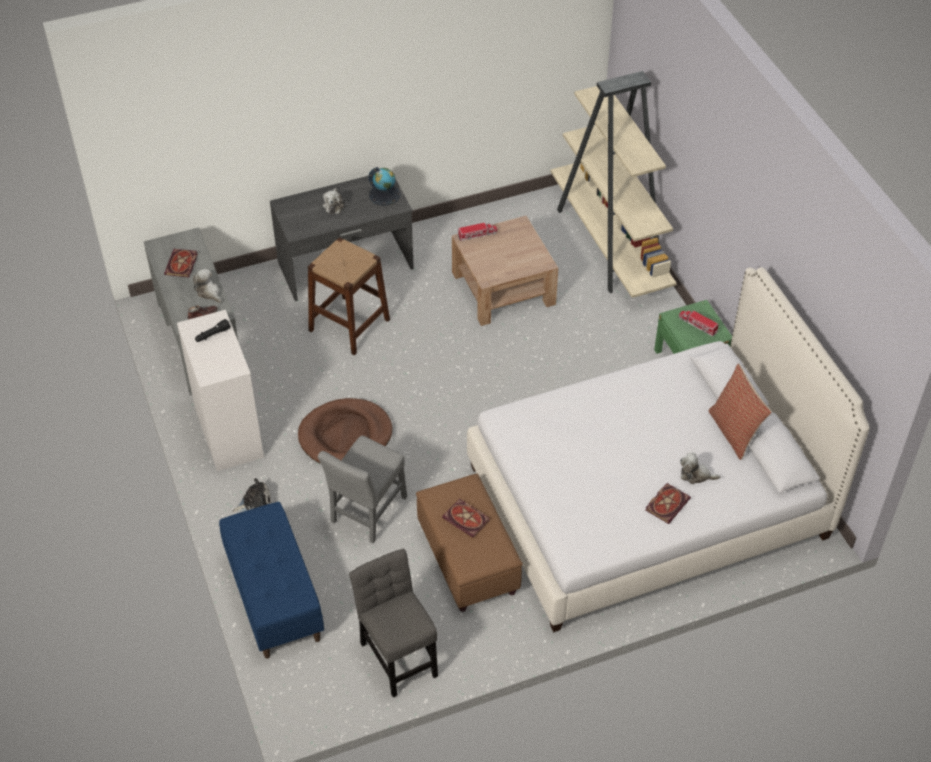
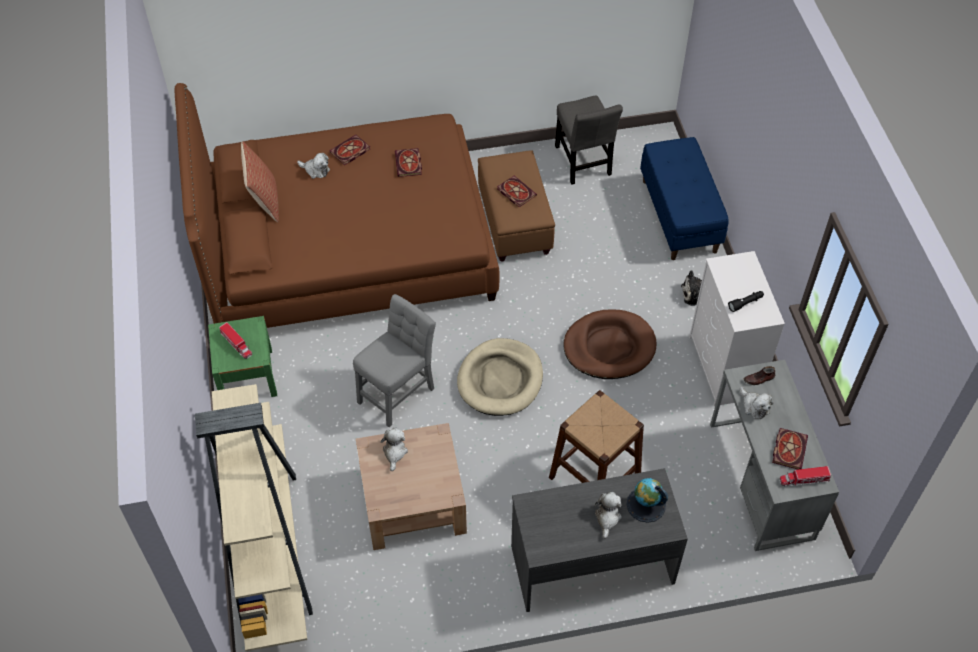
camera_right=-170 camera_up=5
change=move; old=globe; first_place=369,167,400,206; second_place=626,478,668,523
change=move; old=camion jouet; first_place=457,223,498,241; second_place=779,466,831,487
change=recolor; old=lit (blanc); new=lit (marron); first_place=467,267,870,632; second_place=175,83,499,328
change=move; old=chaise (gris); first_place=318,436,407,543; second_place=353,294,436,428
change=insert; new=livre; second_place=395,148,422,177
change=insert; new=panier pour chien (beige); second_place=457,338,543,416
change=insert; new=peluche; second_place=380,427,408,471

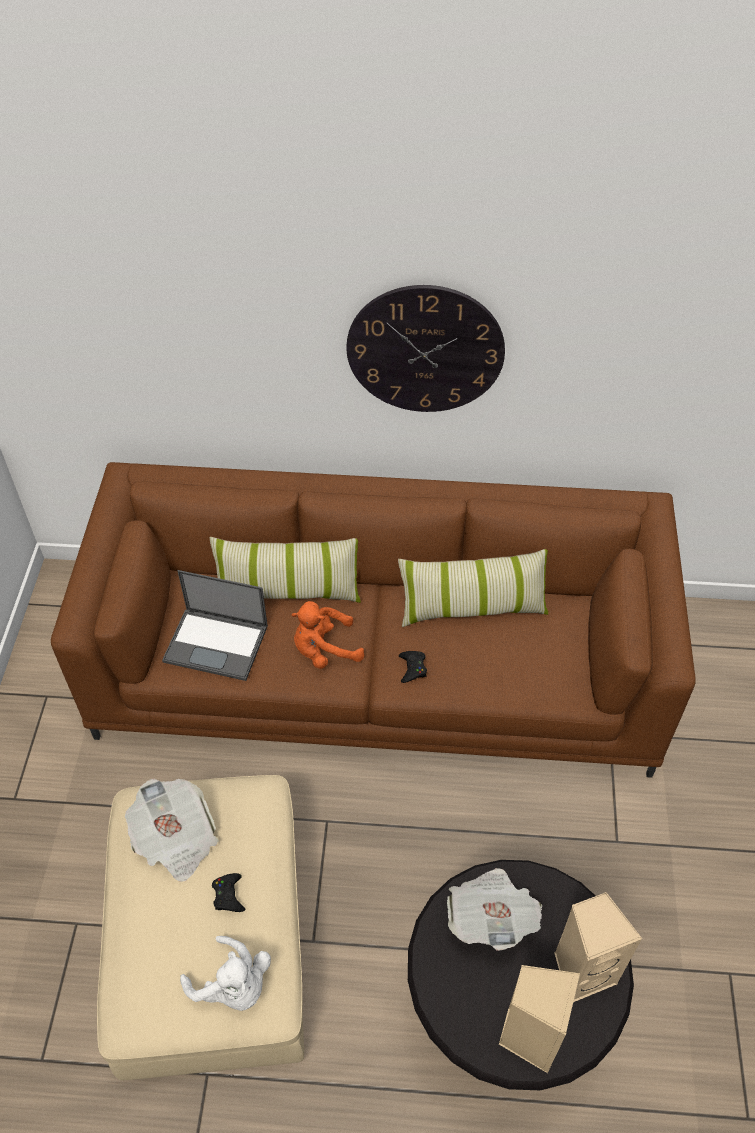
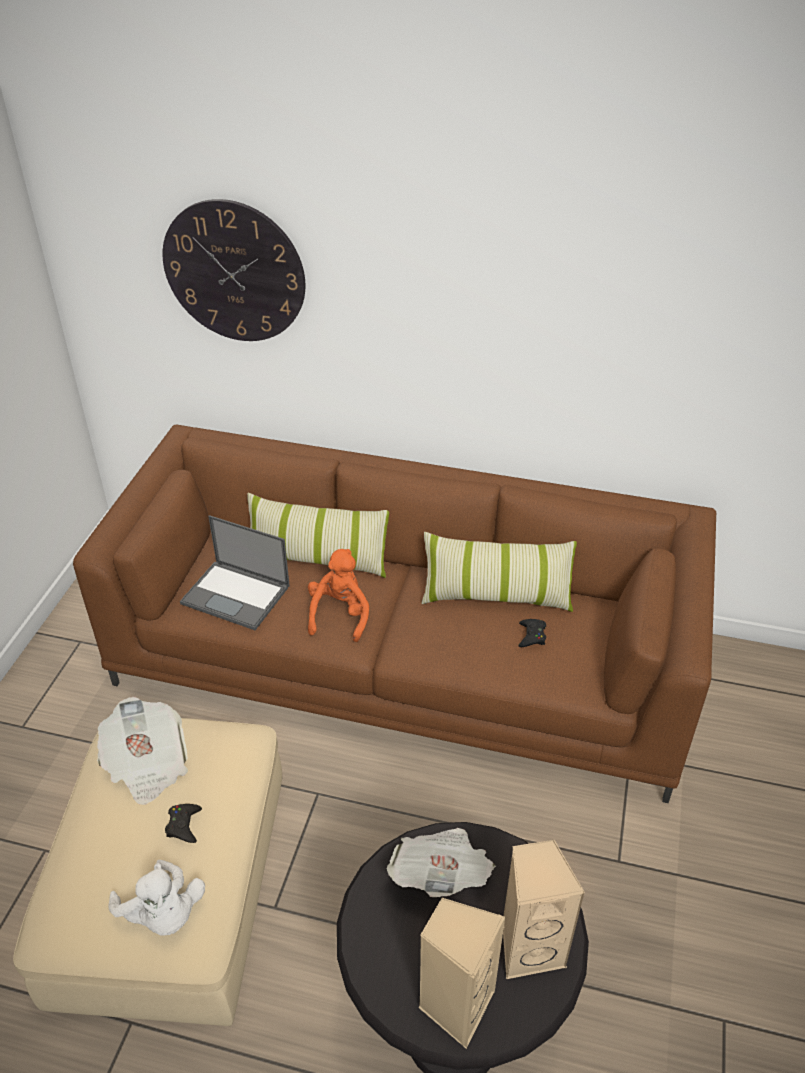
camera_right=10 camera_up=-10
change=move; old=horloge murale; first_place=346,285,505,412; second_place=163,199,305,341
change=rotate; old=peluche (orange); first_place=292,601,365,669; second_place=308,549,369,642; degrees=105
change=move; old=manette (noir); first_place=399,651,427,683; second_place=518,619,546,647

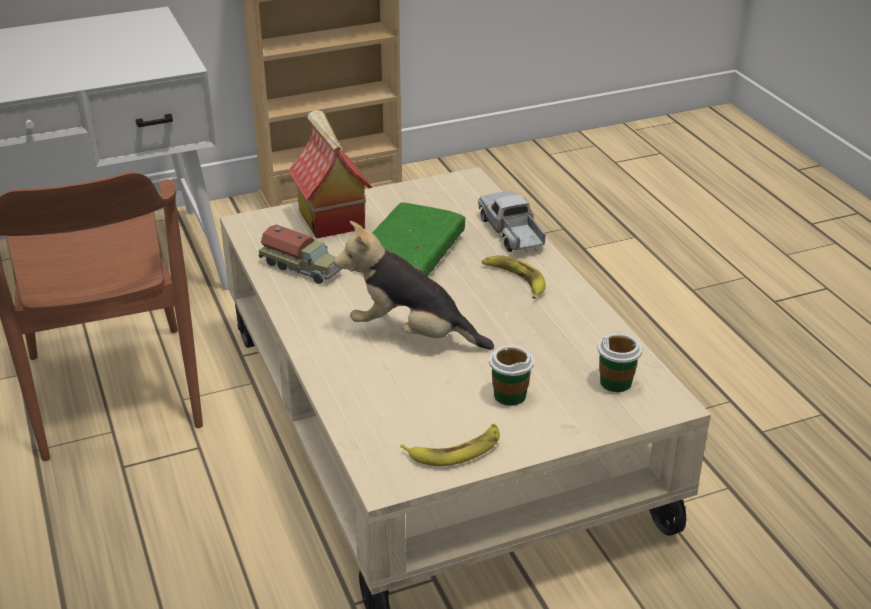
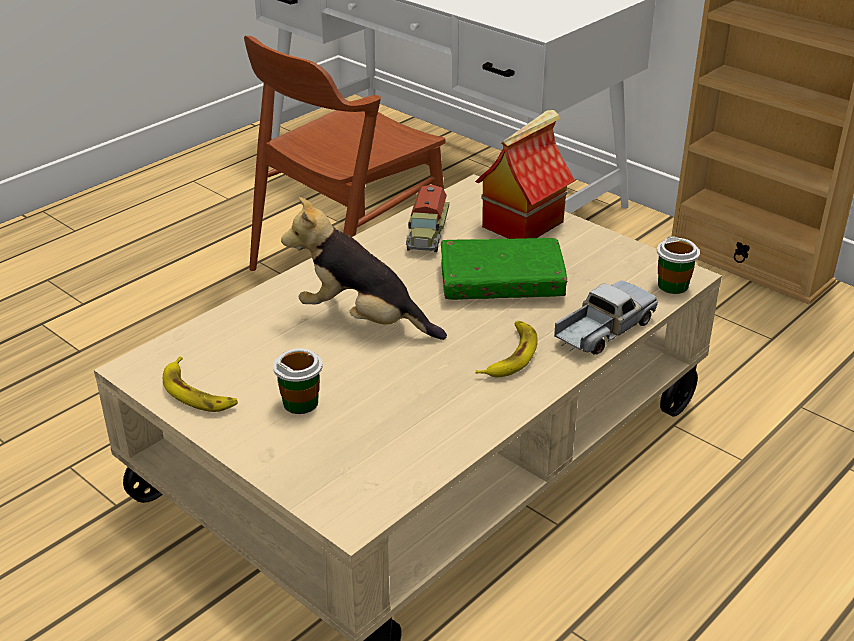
camera_right=65 camera_up=0
change=rotate; old=peluche; first_place=334,221,494,350; second_place=281,197,447,340; degrees=-60
change=move; old=tasse; first_place=597,333,643,392; second_place=657,236,700,294

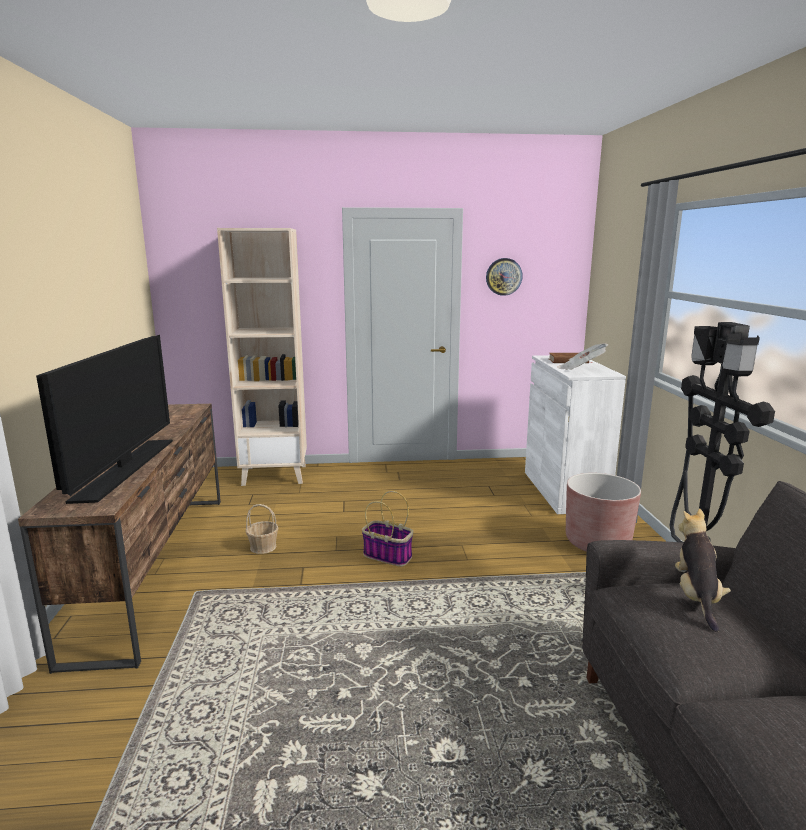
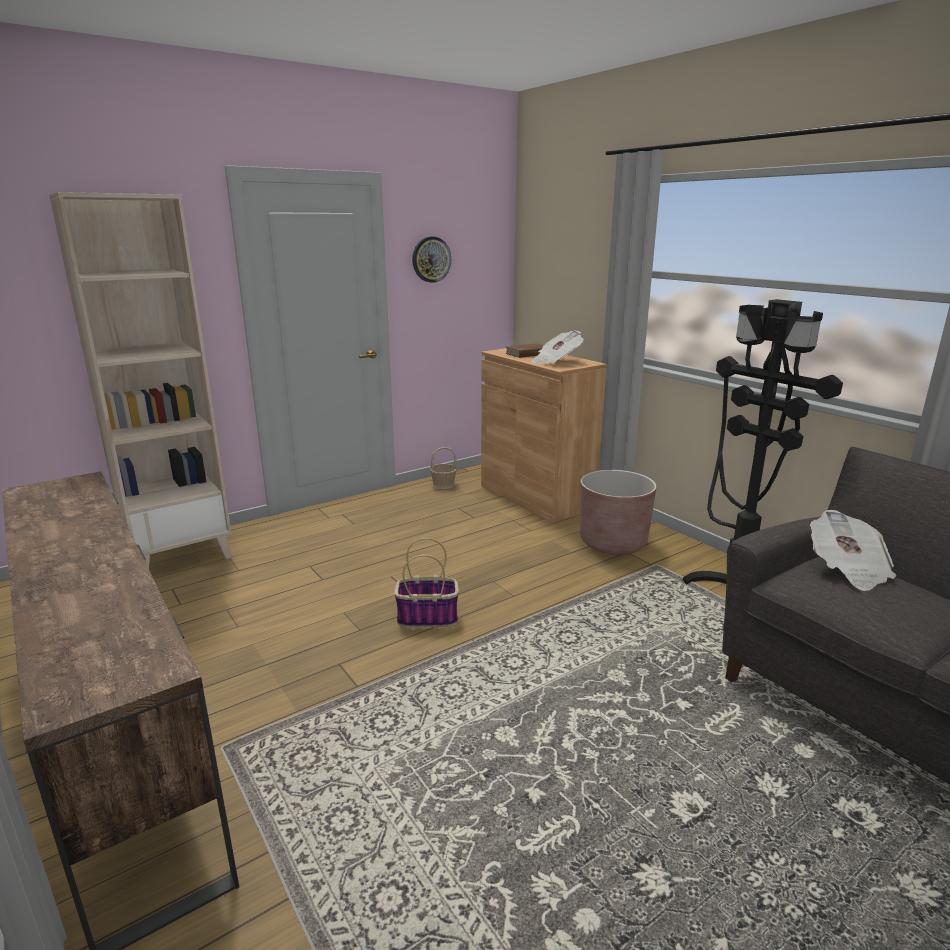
camera_right=-30 camera_up=5
change=delete; old=téléviseur; first_place=36,335,173,504
change=recolor; old=meuble de rangement (blanc); new=meuble de rangement (marron); first_place=525,355,626,514; second_place=481,348,607,523
change=move; old=panier; first_place=245,504,279,554; second_place=430,447,457,489
change=replace; old=peluche; new=journal; first_place=675,508,731,632; second_place=810,510,896,591

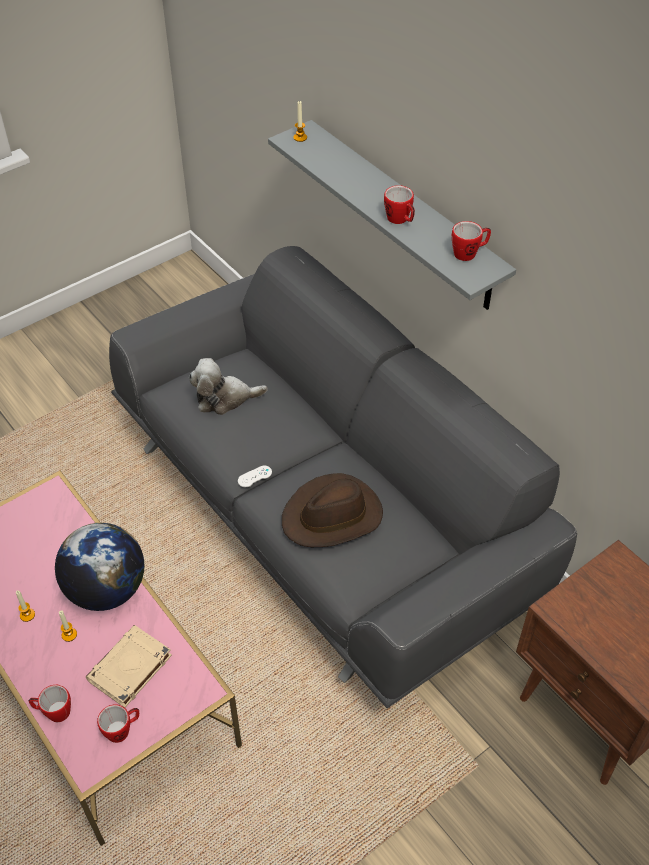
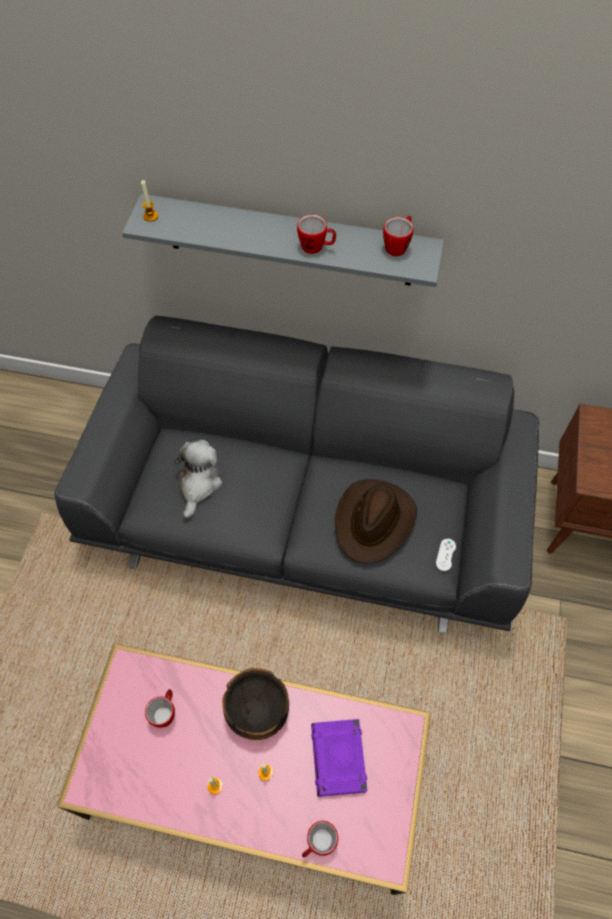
camera_right=-40 camera_up=10
change=rotate; old=peluche; first_place=189,358,268,415; second_place=173,439,223,519; degrees=150
change=move; old=manette (blanc); first_place=238,466,272,487; second_place=436,539,456,571
change=replace; old=globe; new=bol; first_place=55,523,144,611; second_place=222,668,289,740
change=recolor; old=livre (beige); new=livre (violet); first_place=86,625,172,708; second_place=311,719,368,797
change=move; old=mug; first_place=97,705,139,743; second_place=145,689,175,728

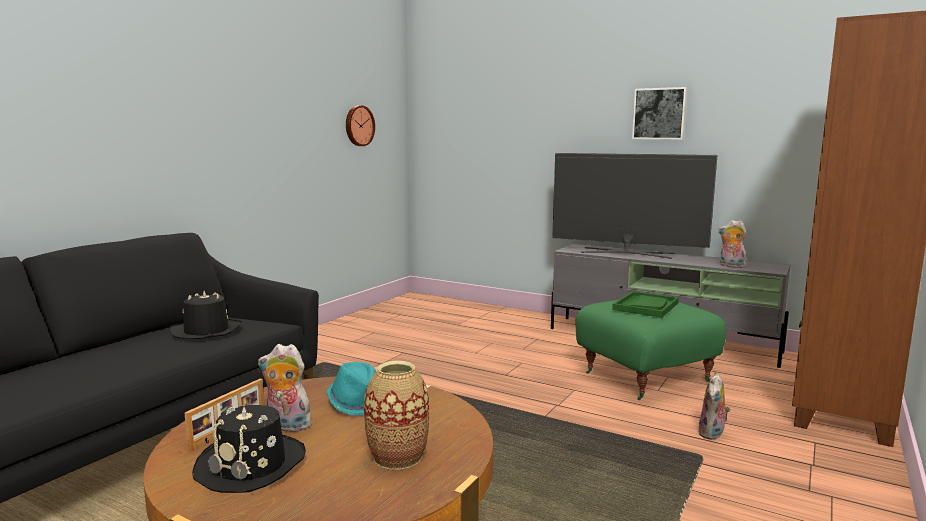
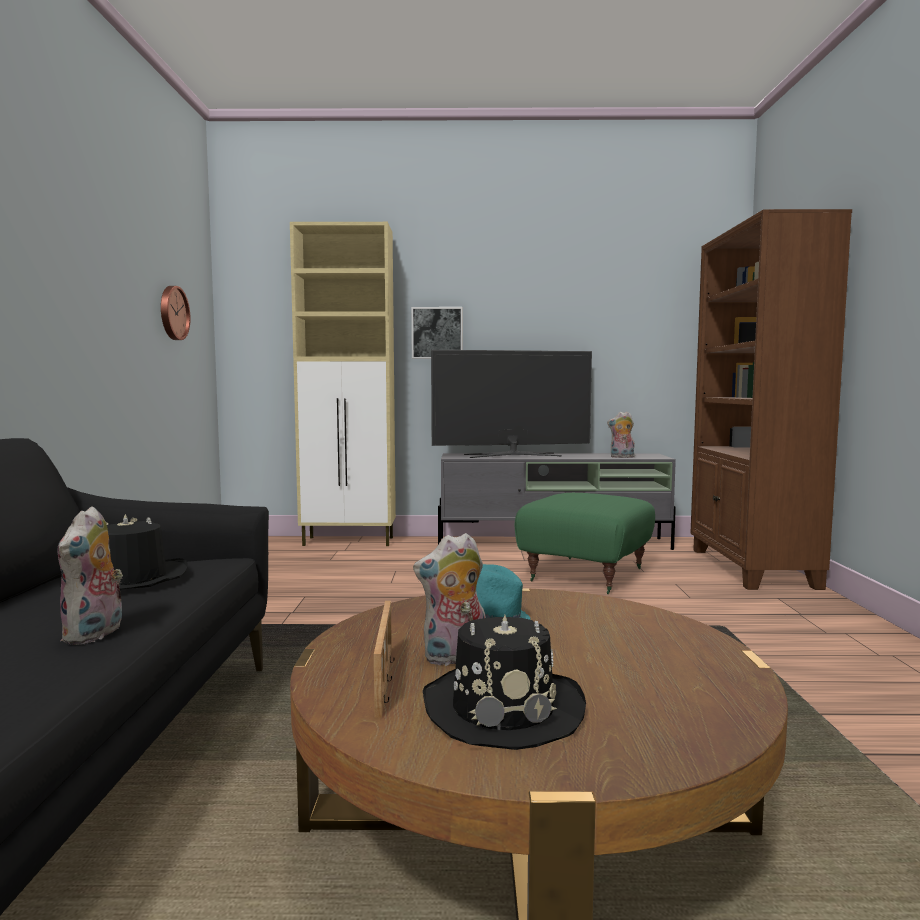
camera_right=-30 camera_up=-5
change=move; old=tableau; first_place=632,87,687,139; second_place=411,307,463,359
change=delete; old=plateau (vert); first_place=612,291,679,318
change=delete; old=vase; first_place=364,361,430,470
change=move; old=peluche; first_place=698,374,730,440; second_place=57,506,123,645
change=insert; new=meuble de rangement (beige); second_place=290,222,396,546

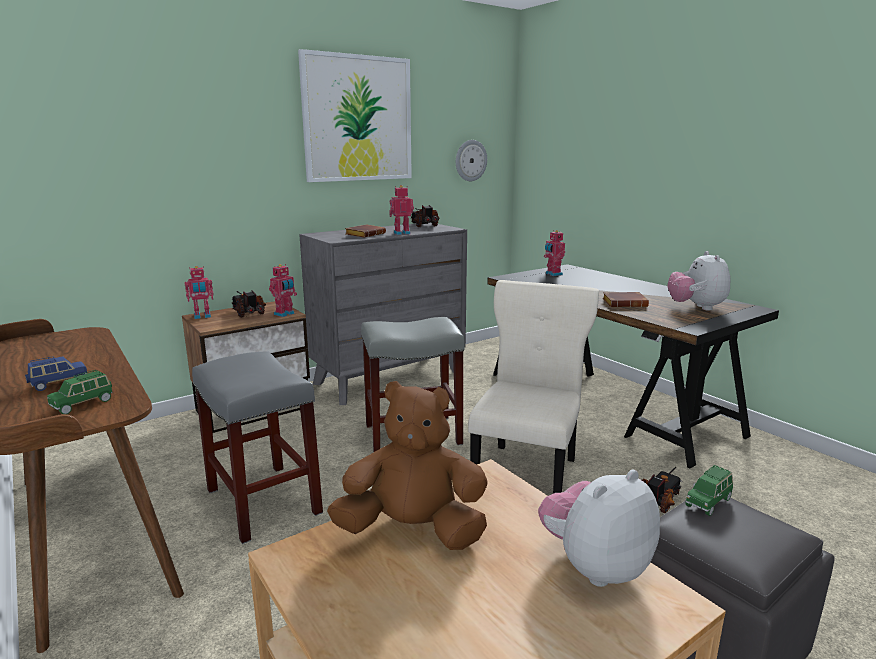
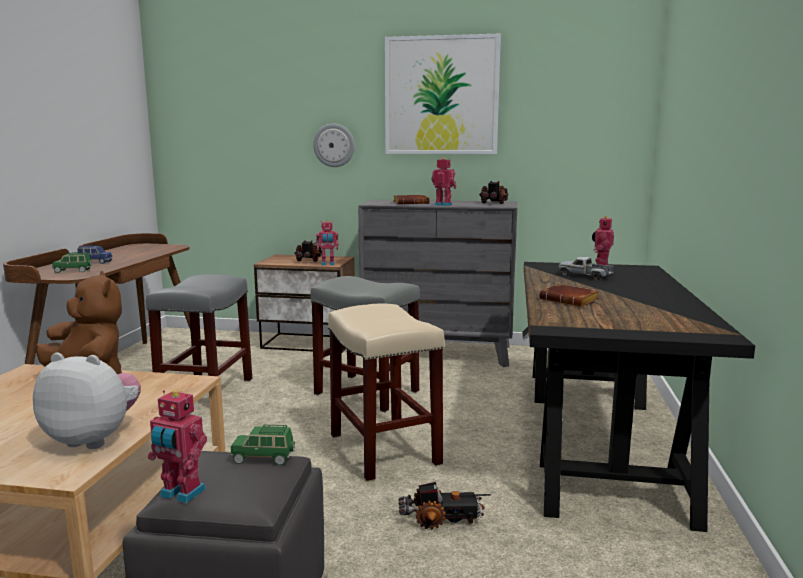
camera_right=45 camera_up=-5
change=move; old=horloge murale; first_place=456,140,487,181; second_place=313,124,355,167
change=delete; old=peluche; first_place=667,251,731,310
change=move; old=robot jouet; first_place=185,266,214,319; second_place=148,390,207,503
change=replace; old=chaise (beige); new=tabouret (beige); first_place=468,280,599,494; second_place=328,303,445,482
change=insert; new=camion jouet; second_place=558,257,614,280

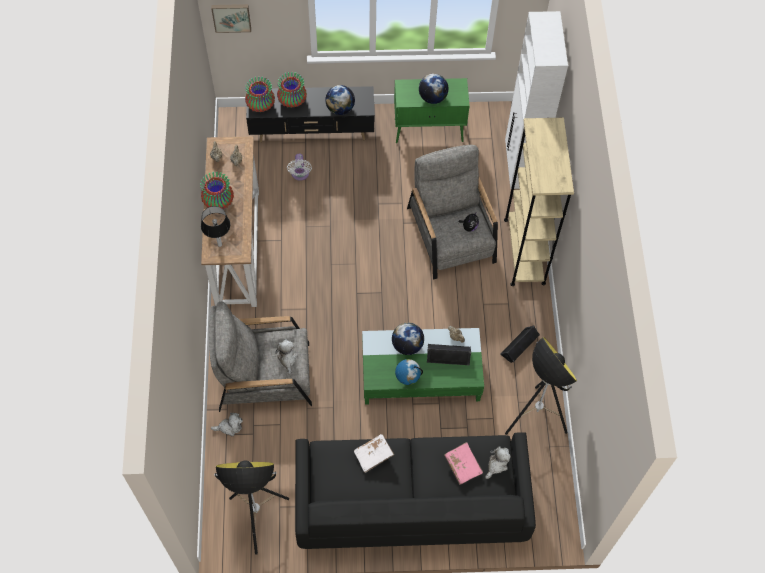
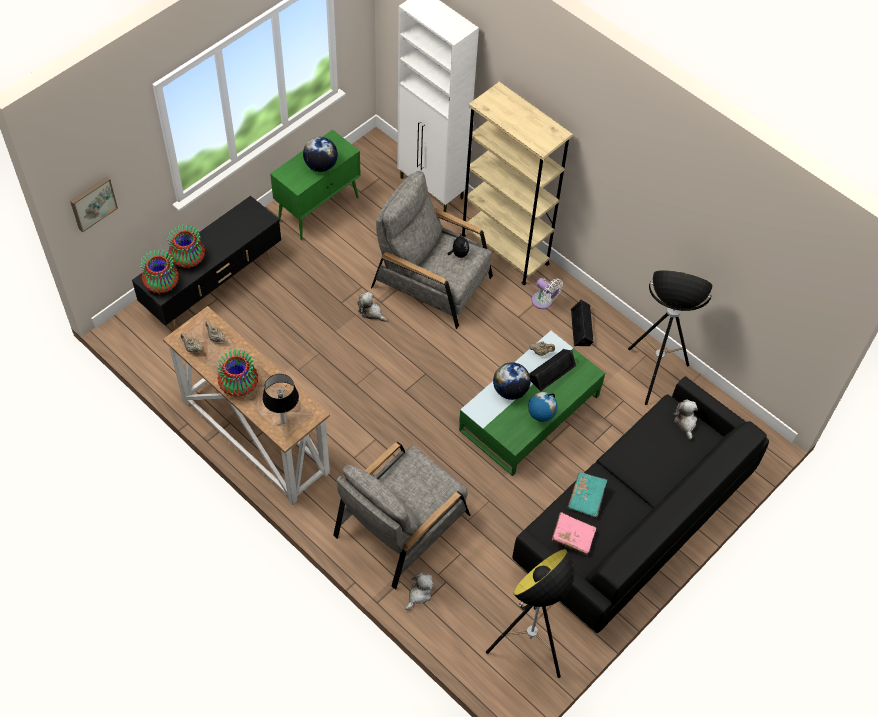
camera_right=-45 camera_up=-5
change=delete; old=globe; first_place=325,85,355,115
change=move; old=ventilateur (blanc); first_place=287,154,312,181; second_place=532,278,563,309
change=move; old=peluche; first_place=275,339,298,375; second_place=357,292,387,322
change=recolor; old=livre (blanc); new=livre (turquoise); first_place=354,434,394,473; second_place=568,472,607,517
change=move; old=livre (rose); first_place=444,442,483,485; second_place=552,512,596,555

